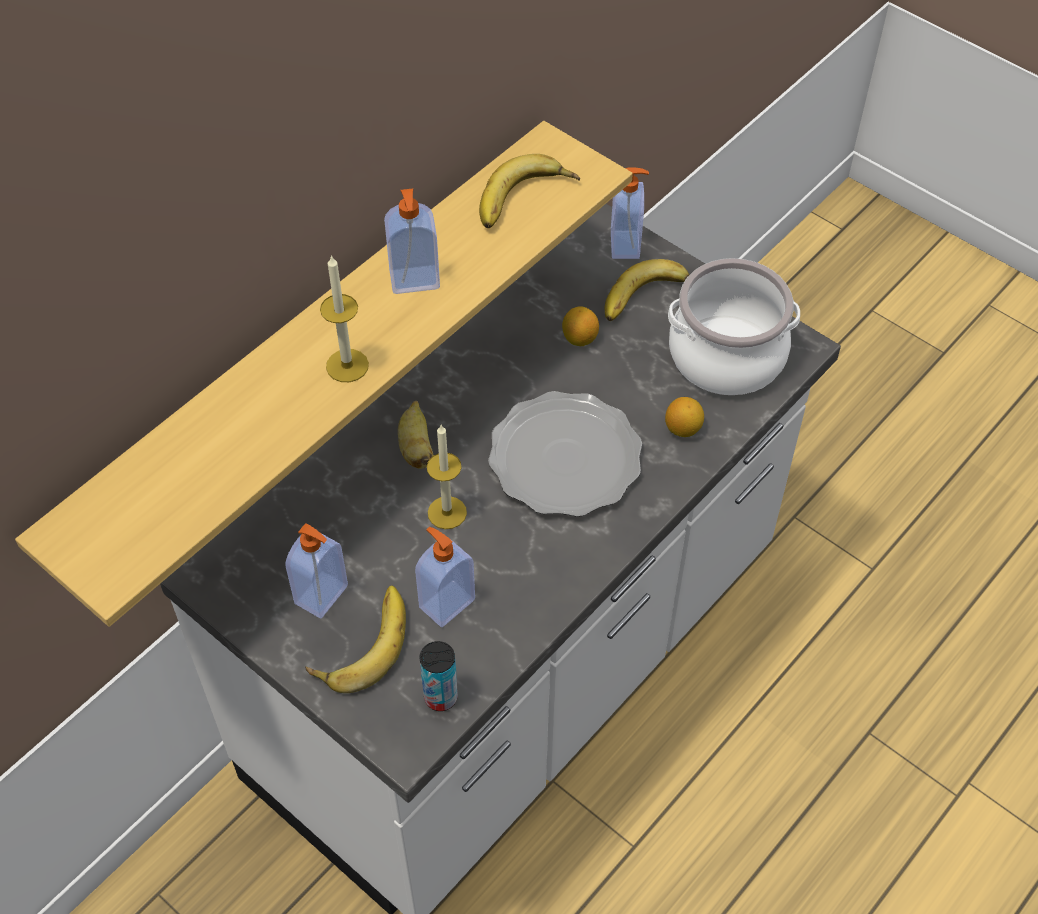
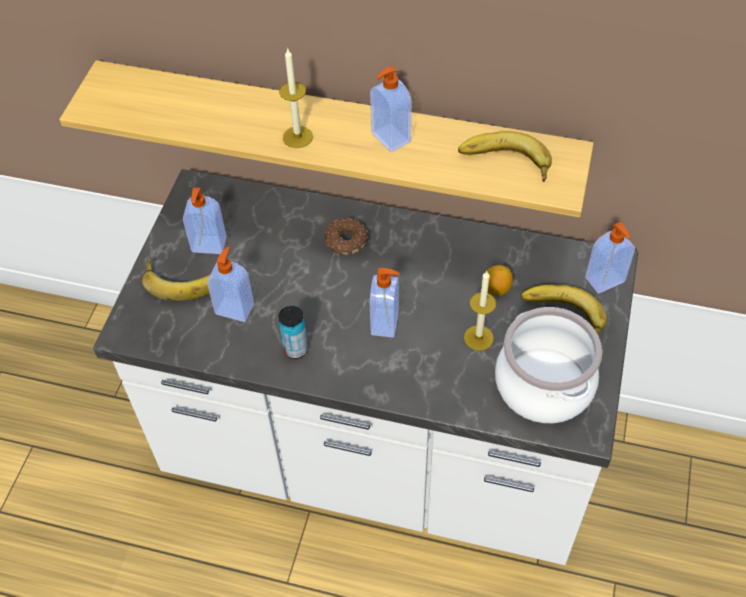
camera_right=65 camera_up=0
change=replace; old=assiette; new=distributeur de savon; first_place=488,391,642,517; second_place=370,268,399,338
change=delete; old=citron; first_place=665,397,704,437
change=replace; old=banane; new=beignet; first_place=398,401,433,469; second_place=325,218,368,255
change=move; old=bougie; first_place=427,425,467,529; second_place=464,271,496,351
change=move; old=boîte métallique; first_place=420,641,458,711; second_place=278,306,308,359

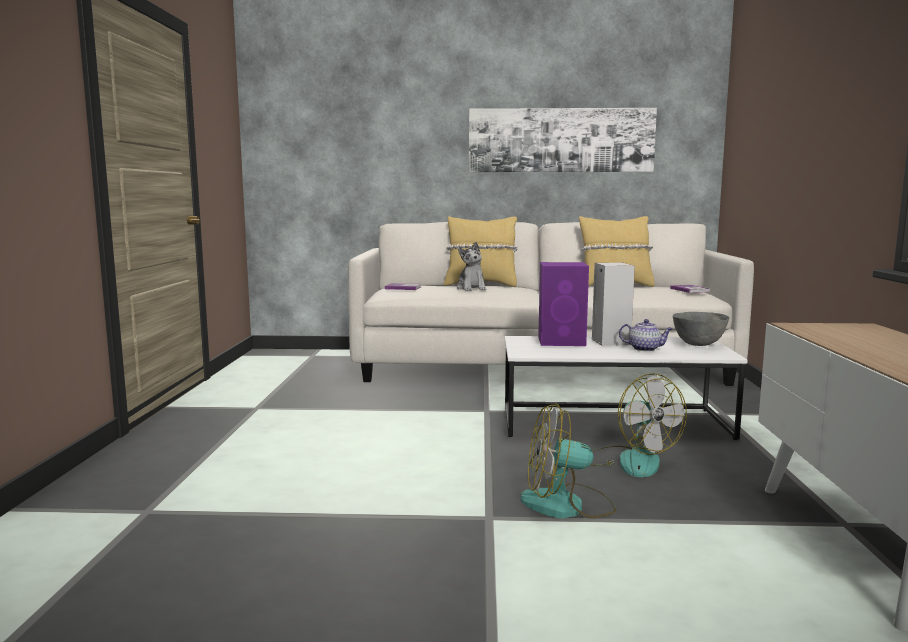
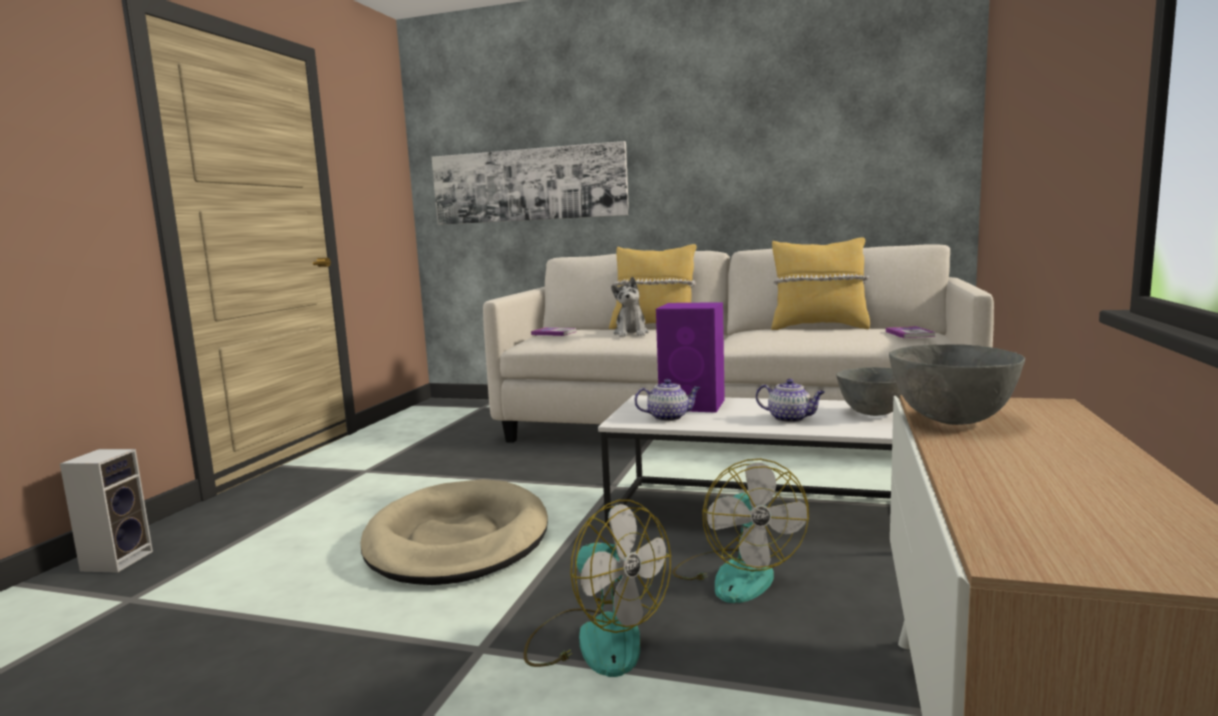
camera_right=15 camera_up=0
change=move; old=tableau; first_place=469,108,657,172; second_place=432,141,629,225
change=move; old=enceinte; first_place=592,263,635,346; second_place=60,449,153,572
change=rotate; old=ventilateur; first_place=521,403,616,518; second_place=524,500,671,677; degrees=-150
change=insert; new=bol (gris); second_place=889,344,1025,425
change=insert; new=théière; second_place=634,379,700,421
change=insert; new=panier pour chien (beige); second_place=361,479,548,585

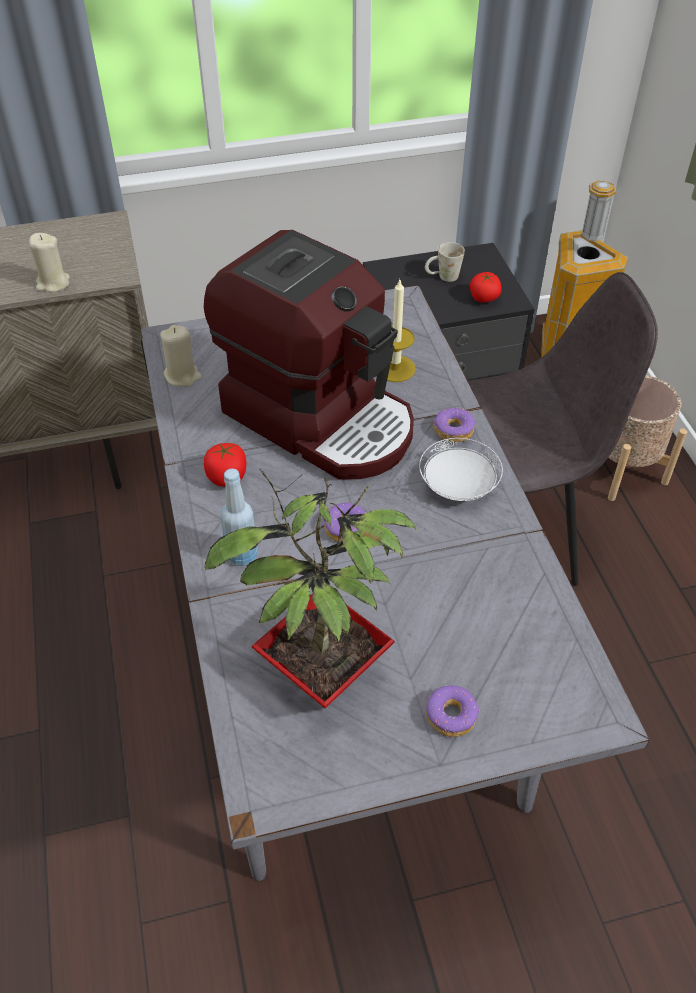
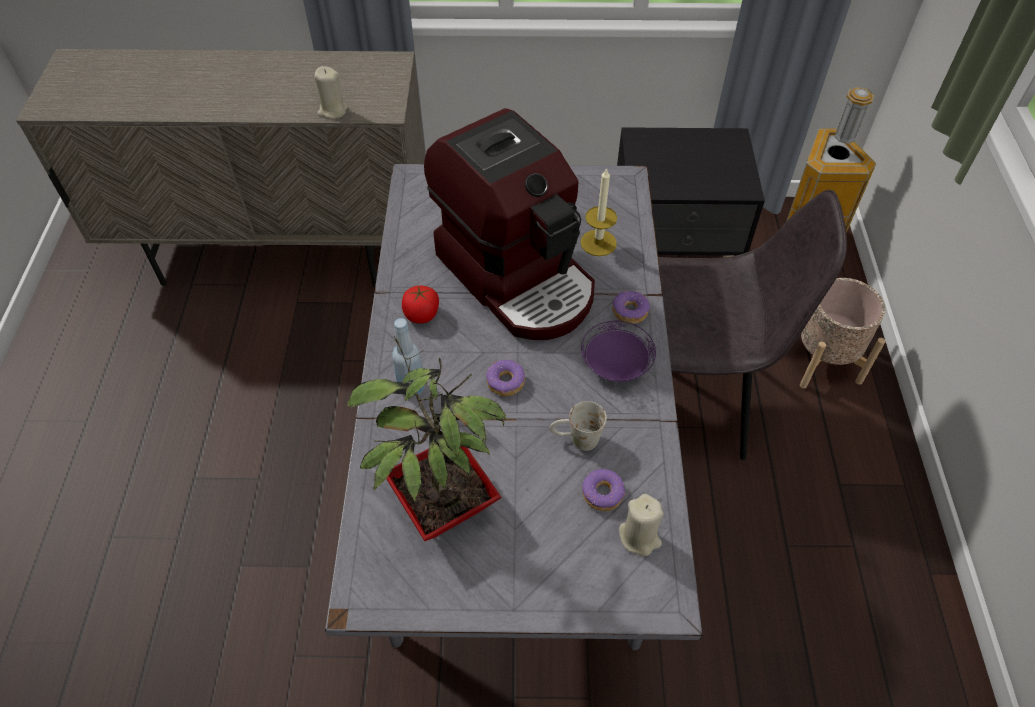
camera_right=15 camera_up=5
change=move; old=mug (blanc); first_place=425,242,465,282; second_place=549,401,607,451
change=delete; old=tomate; first_place=470,272,501,302
change=move; old=bougie (beige); first_place=160,325,202,387; second_place=619,494,664,556
change=recolor; old=assiette (blanc); new=assiette (violet); first_place=419,438,503,501; second_place=581,321,656,382
change=move; old=beignet; first_place=426,685,480,737; second_place=582,469,626,511

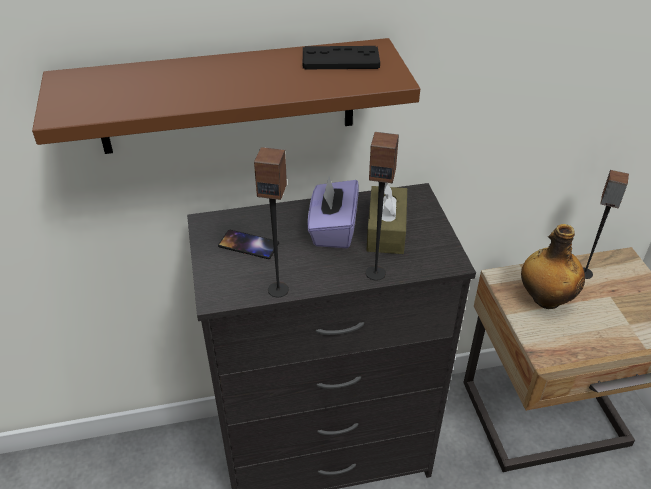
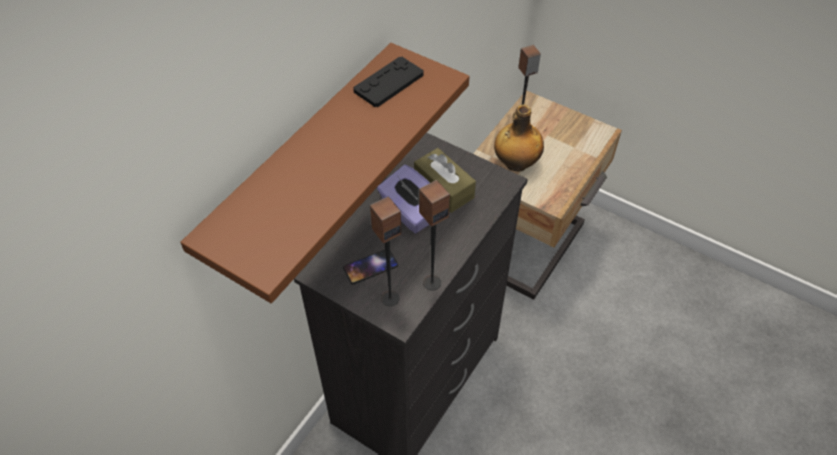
camera_right=-45 camera_up=10
change=move; old=enceinte; first_place=366,132,399,280; second_place=370,196,401,306

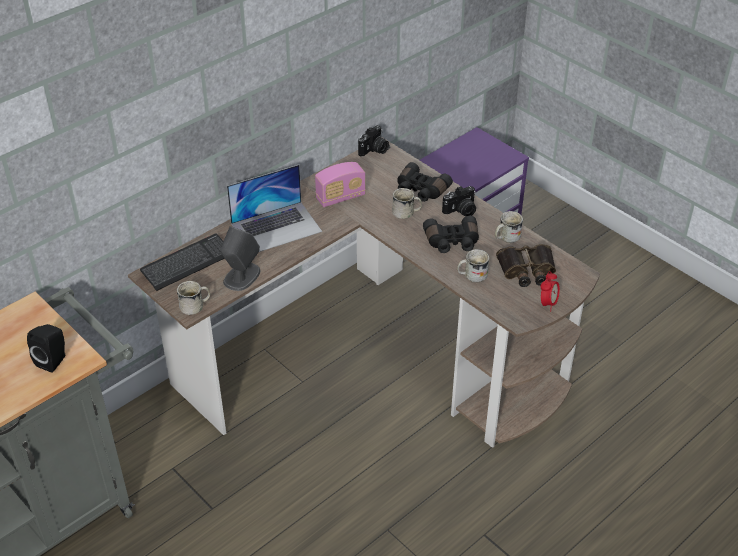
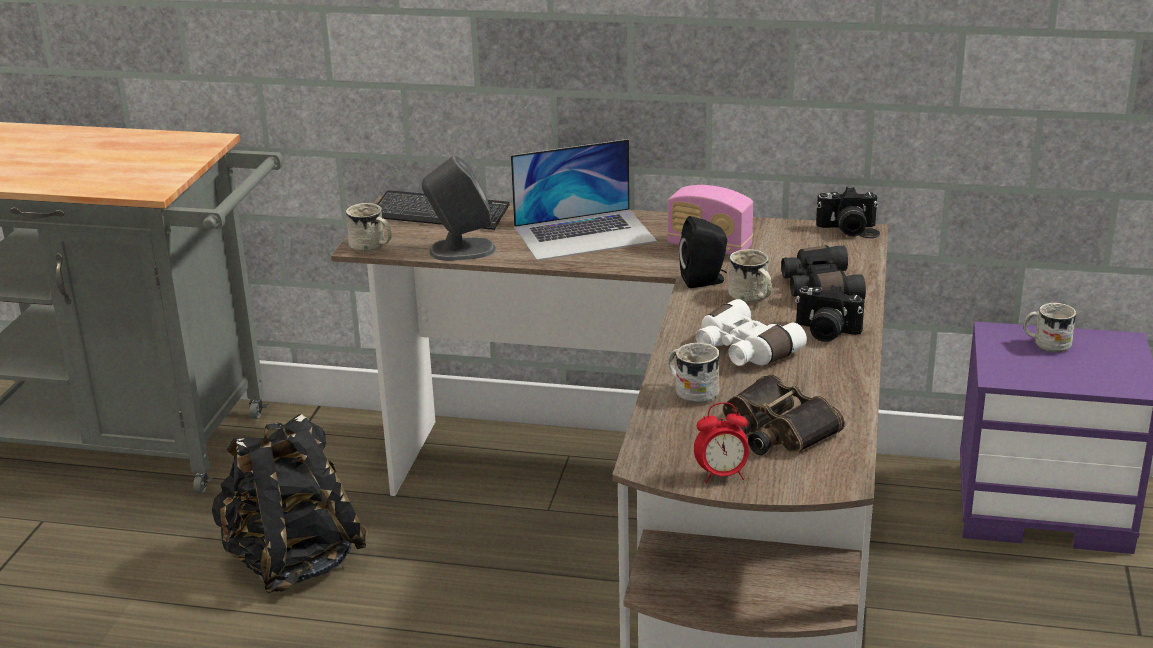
camera_right=55 camera_up=-15
change=rotate; old=ordinateur portable; first_place=227,165,322,252; second_place=511,139,657,261; degrees=-45
change=move; old=mug (blanc); first_place=495,211,523,244; second_place=1023,303,1076,353
change=recolor; old=jumelles (noir); new=jumelles (blanc); first_place=423,216,479,253; second_place=696,299,807,366
change=move; old=enceinte (noir); first_place=27,324,65,373; second_place=679,216,727,288
change=insert; new=sac à dos (noir); second_place=212,414,368,593

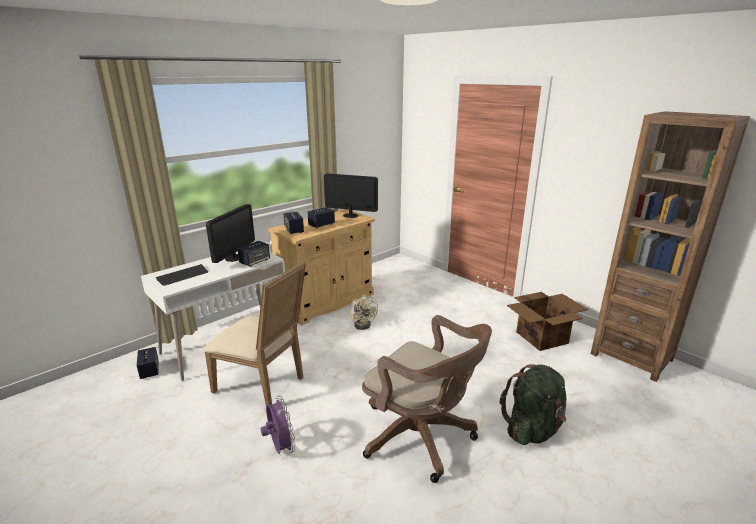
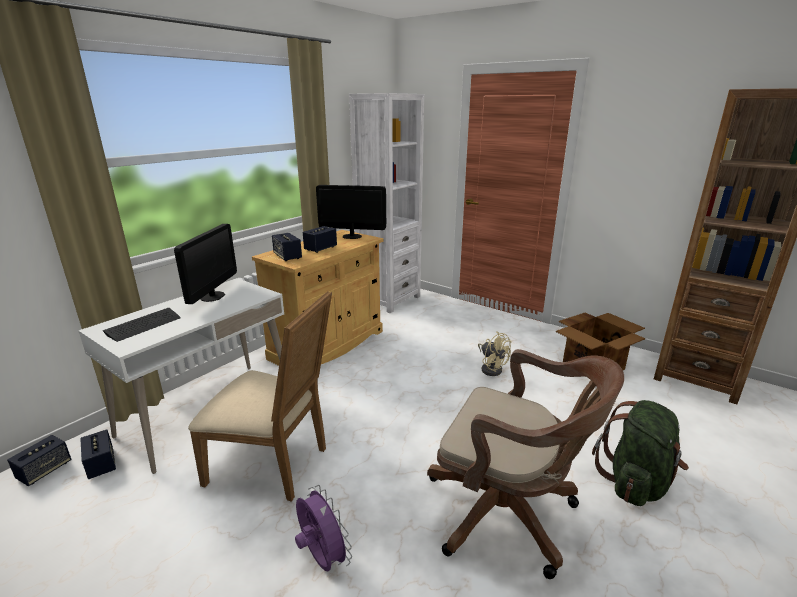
camera_right=-10 camera_up=0
change=move; old=enceinte; first_place=237,241,270,267; second_place=7,435,71,486
change=move; old=ventilateur (beige); first_place=350,294,378,330; second_place=478,331,512,376
change=insert; new=bibliothèque (blanc); second_place=349,93,424,313

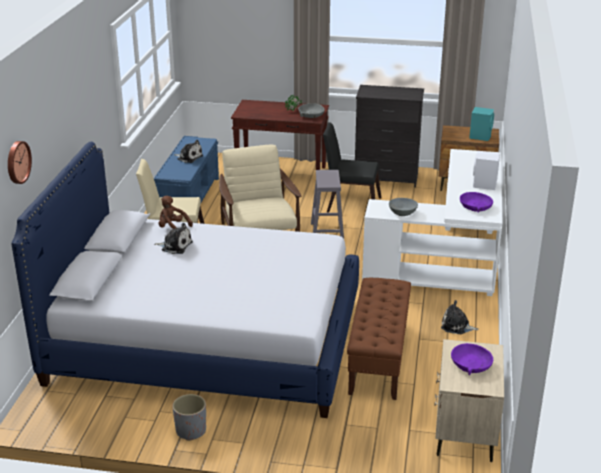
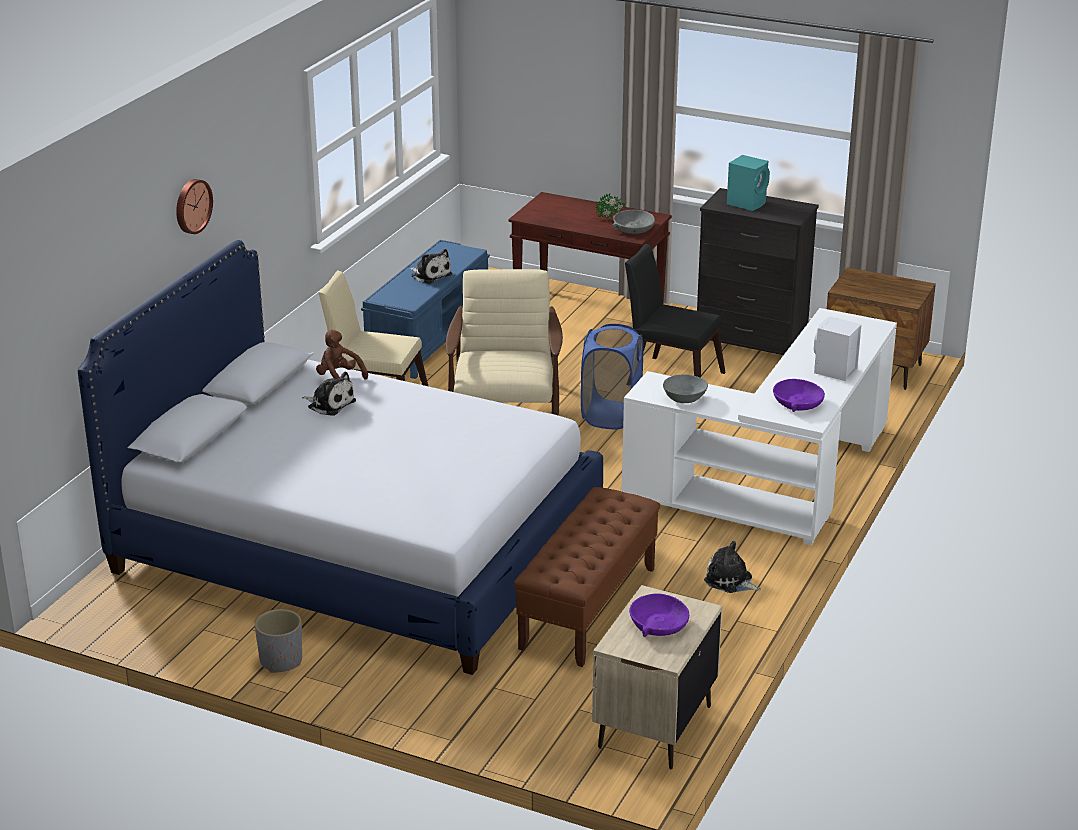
camera_right=15 camera_up=0
change=move; old=enceinte (turquoise); first_place=469,107,494,141; second_place=727,155,770,211
change=move; old=horloge murale; first_place=8,141,32,184; second_place=176,179,213,234
change=replace; old=tabouret (gris); new=panier à linge (bleu); first_place=311,170,344,238; second_place=581,324,643,429

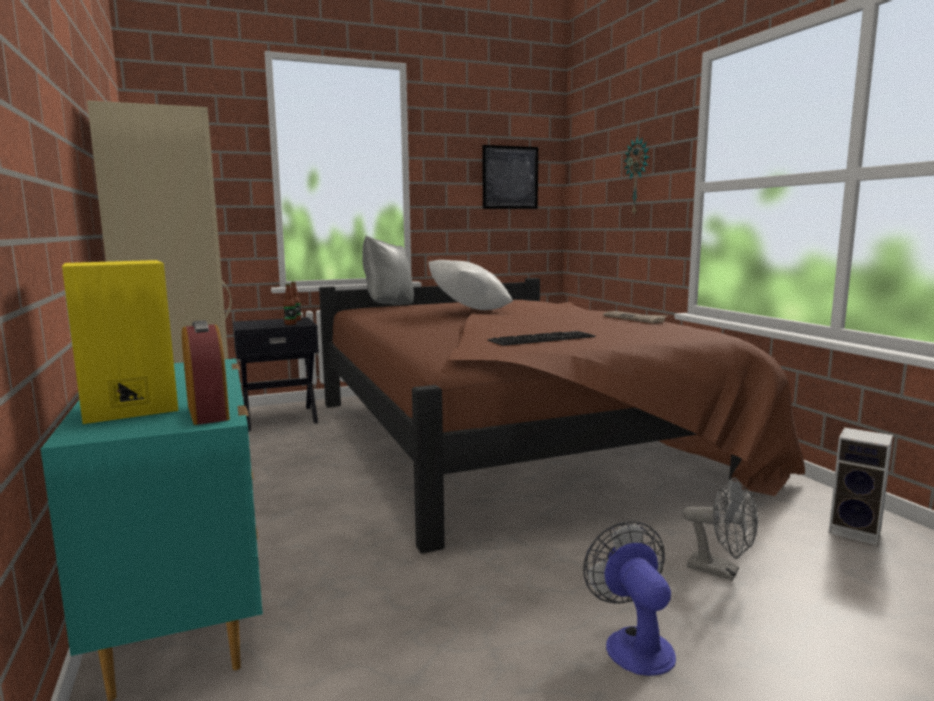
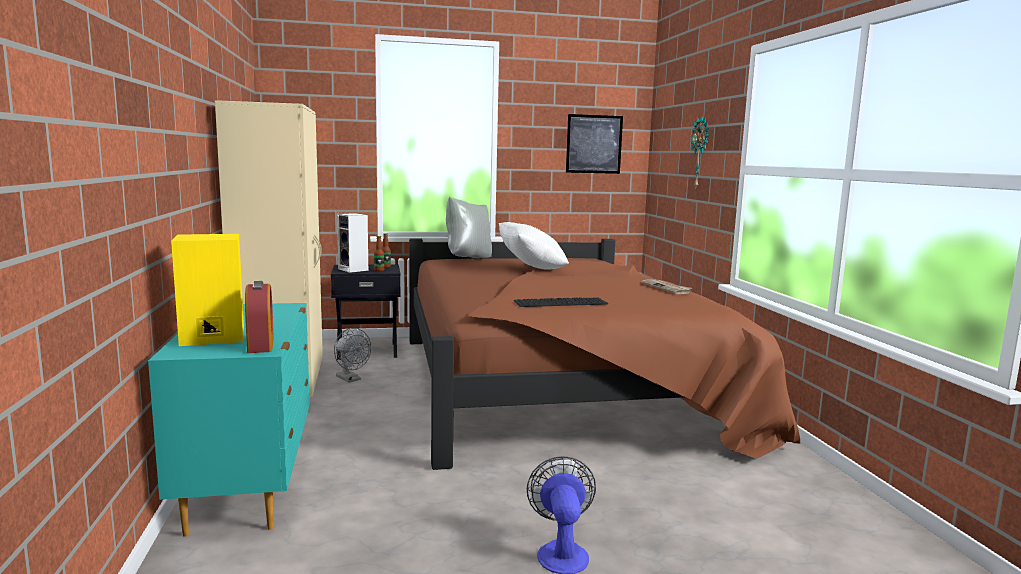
camera_right=10 camera_up=0
change=move; old=enceinte; first_place=829,427,893,545; second_place=337,213,368,273
change=move; old=ventilateur (gris); first_place=682,478,758,581; second_place=334,328,371,382

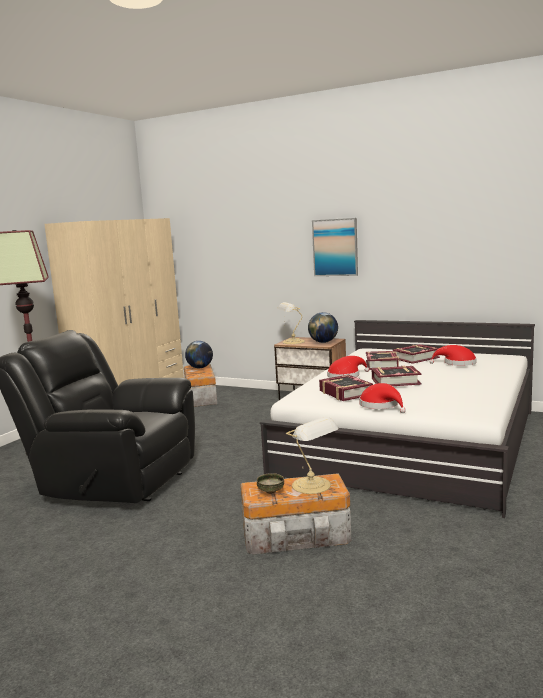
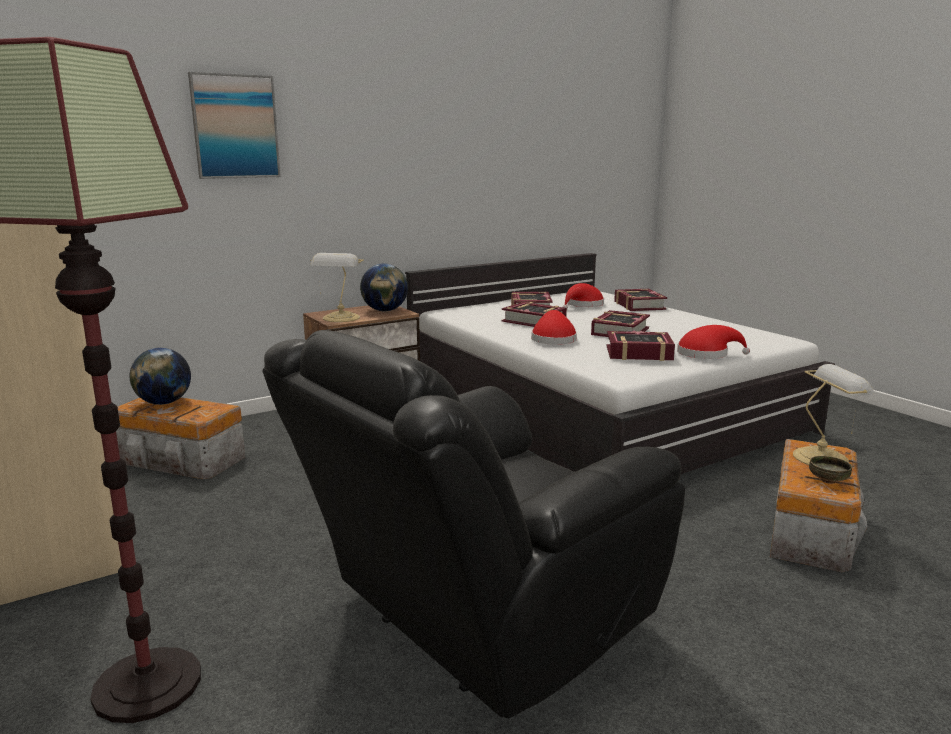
camera_right=-60 camera_up=5
change=move; old=tableau; first_place=312,218,358,276; second_place=188,72,281,179
change=insert; new=livre; second_place=614,289,667,311

